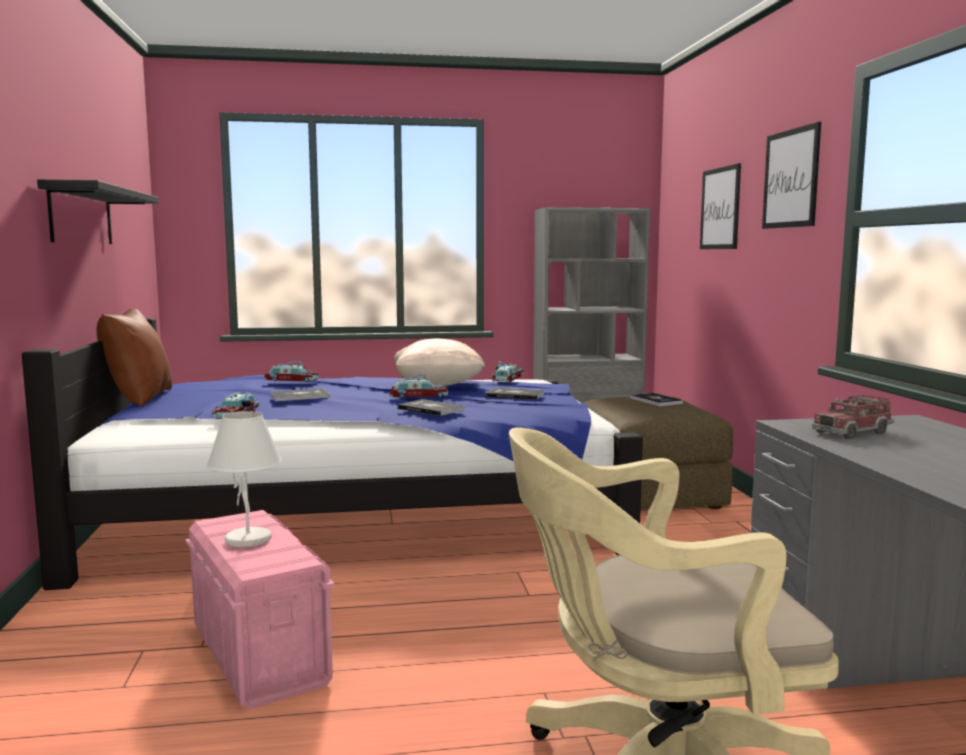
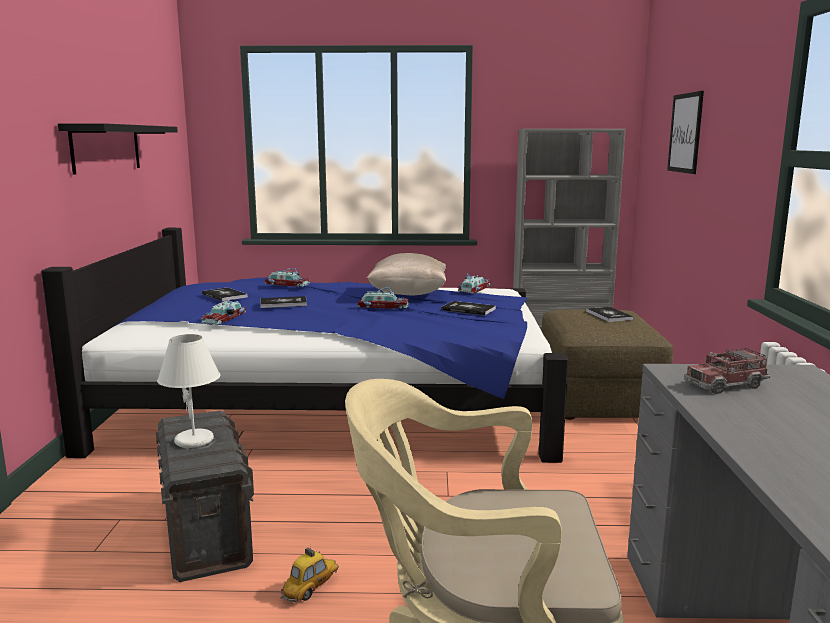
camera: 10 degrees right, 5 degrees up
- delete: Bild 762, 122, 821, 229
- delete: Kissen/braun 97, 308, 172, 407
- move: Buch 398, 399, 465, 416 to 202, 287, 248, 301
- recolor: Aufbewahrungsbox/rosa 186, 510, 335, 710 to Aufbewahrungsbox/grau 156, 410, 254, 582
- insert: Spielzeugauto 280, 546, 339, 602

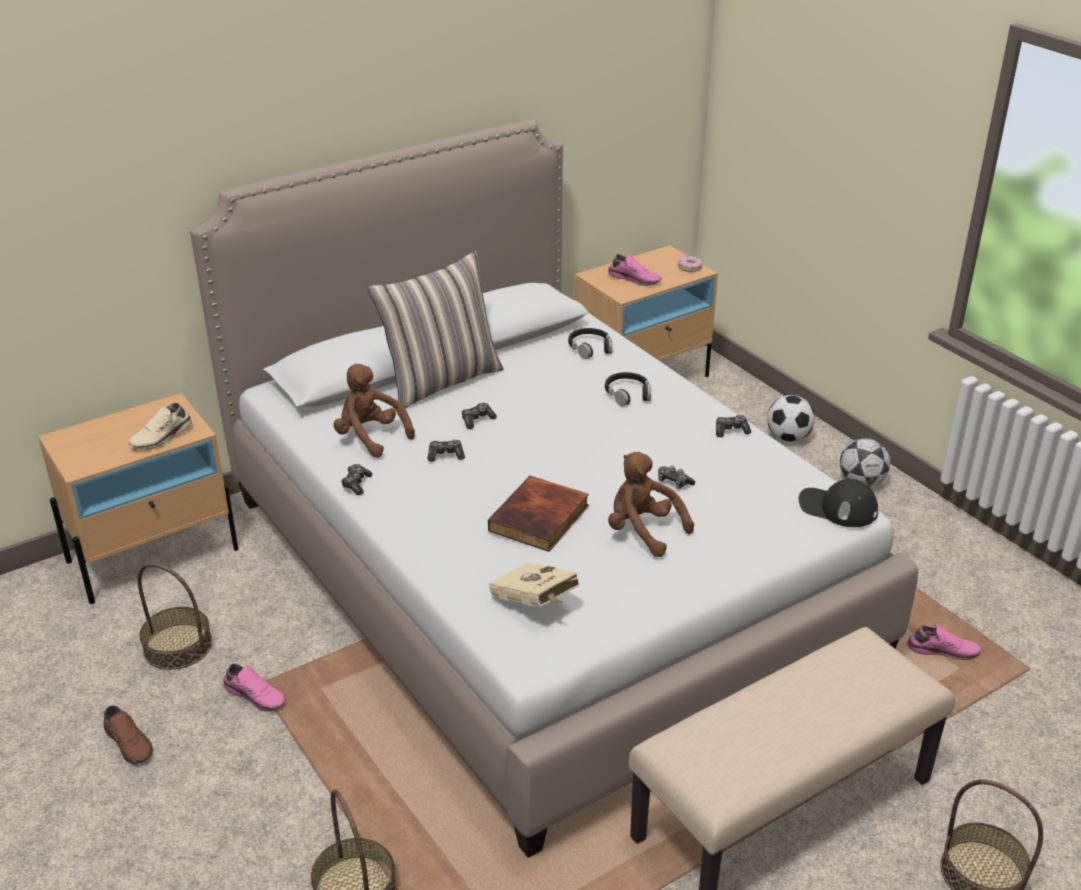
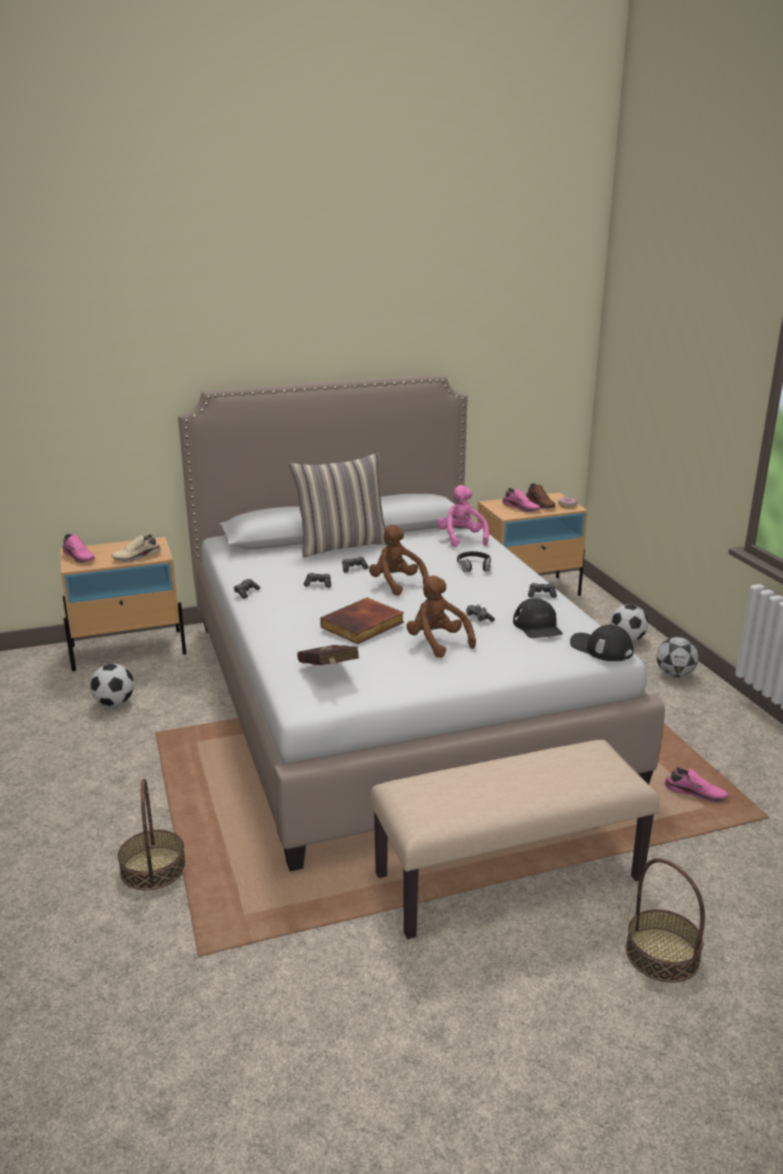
camera: 15 degrees right, 10 degrees down
- replace: Kopfhörer/schwarz 568, 328, 612, 359 to Plüschtier/rosa 437, 485, 489, 547
- move: Plüschtier/braun 333, 364, 415, 458 to 369, 525, 429, 596
- replace: Korb 138, 563, 212, 670 to Fußball 90, 664, 134, 706
- recolor: Buch/beige 489, 563, 579, 607 to Buch/rot 297, 645, 359, 665
- move: Schuh/rosa 223, 664, 285, 712 to 63, 534, 95, 563
- move: Schuh/braun 103, 705, 153, 764 to 526, 483, 555, 509
- insert: Kappe/schwarz 513, 598, 563, 638

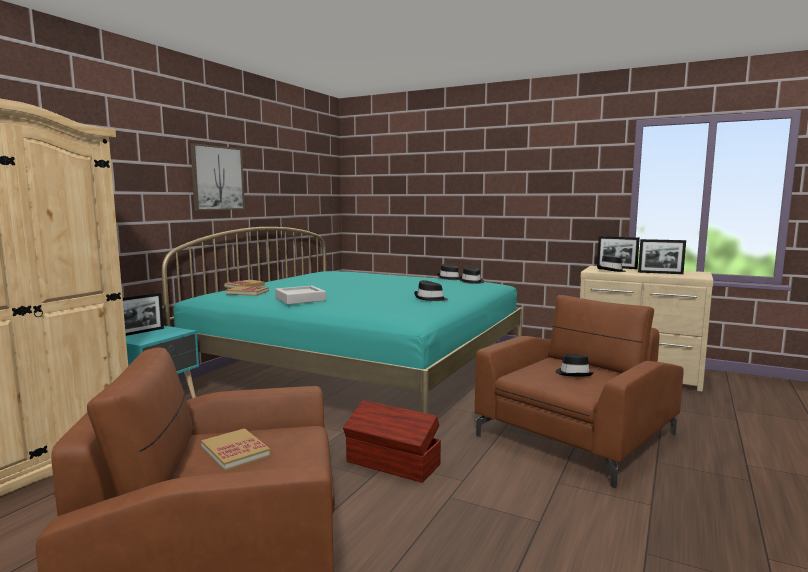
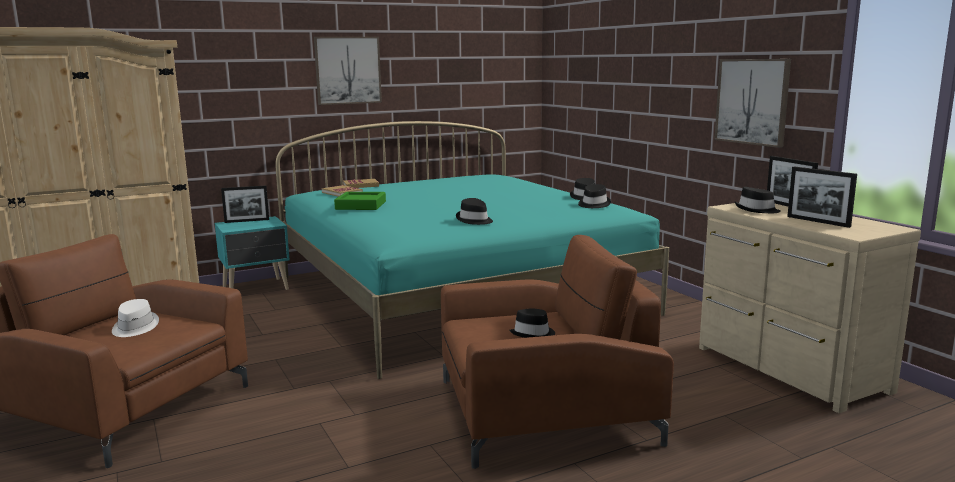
camera: 35 degrees right, 5 degrees up
- recolor: Tablett/grau 275, 286, 326, 305 to Tablett/grün 334, 192, 386, 210
- delete: Aufbewahrungsbox/braun 343, 400, 441, 483
- replace: Buch 201, 428, 271, 471 to Hut/weiß 112, 299, 159, 337
- insert: Bild 714, 59, 791, 148

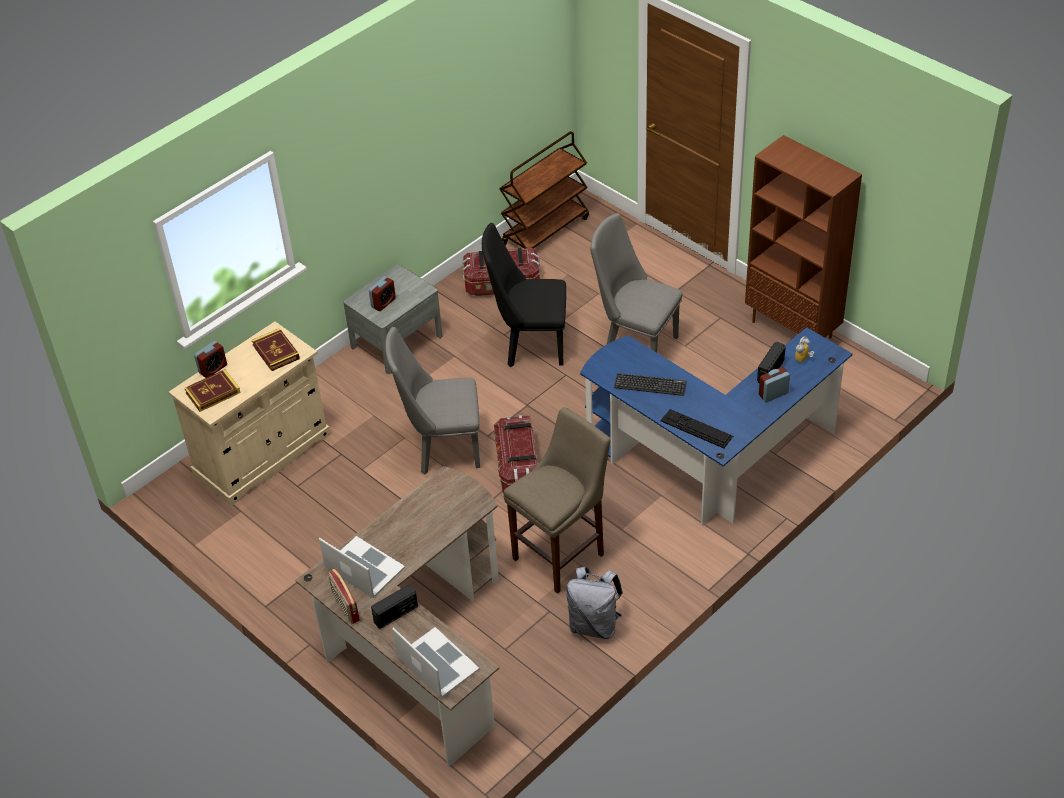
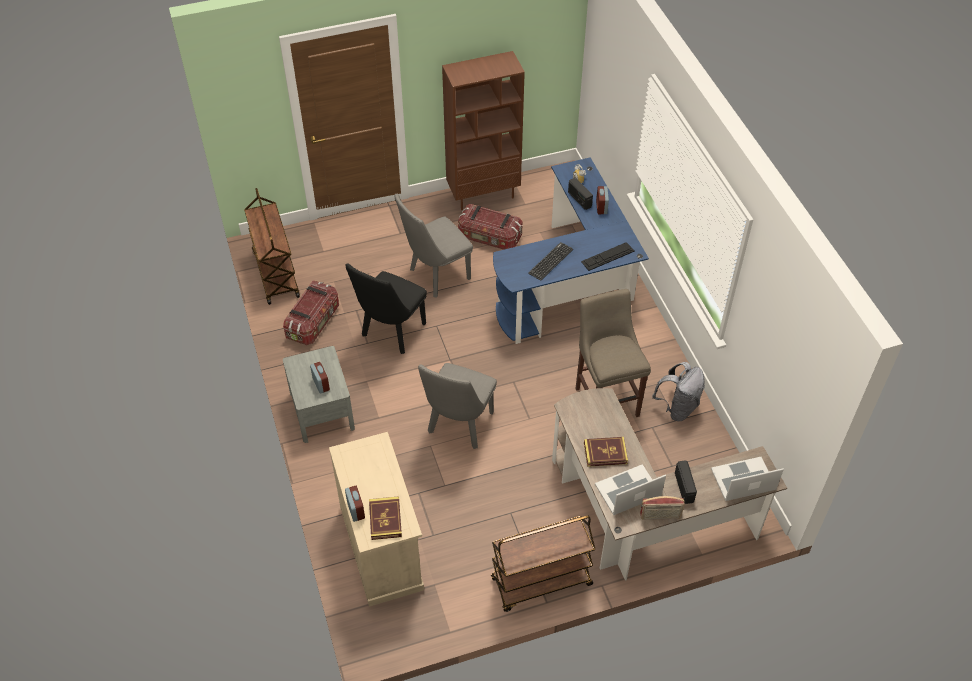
camera: 65 degrees left, 5 degrees up
- move: Buch 252, 328, 300, 371 to 584, 437, 628, 467
- move: Aufbewahrungsbox 494, 415, 537, 493 to 458, 204, 523, 250
- insert: Rollwagen/braun 491, 516, 595, 612

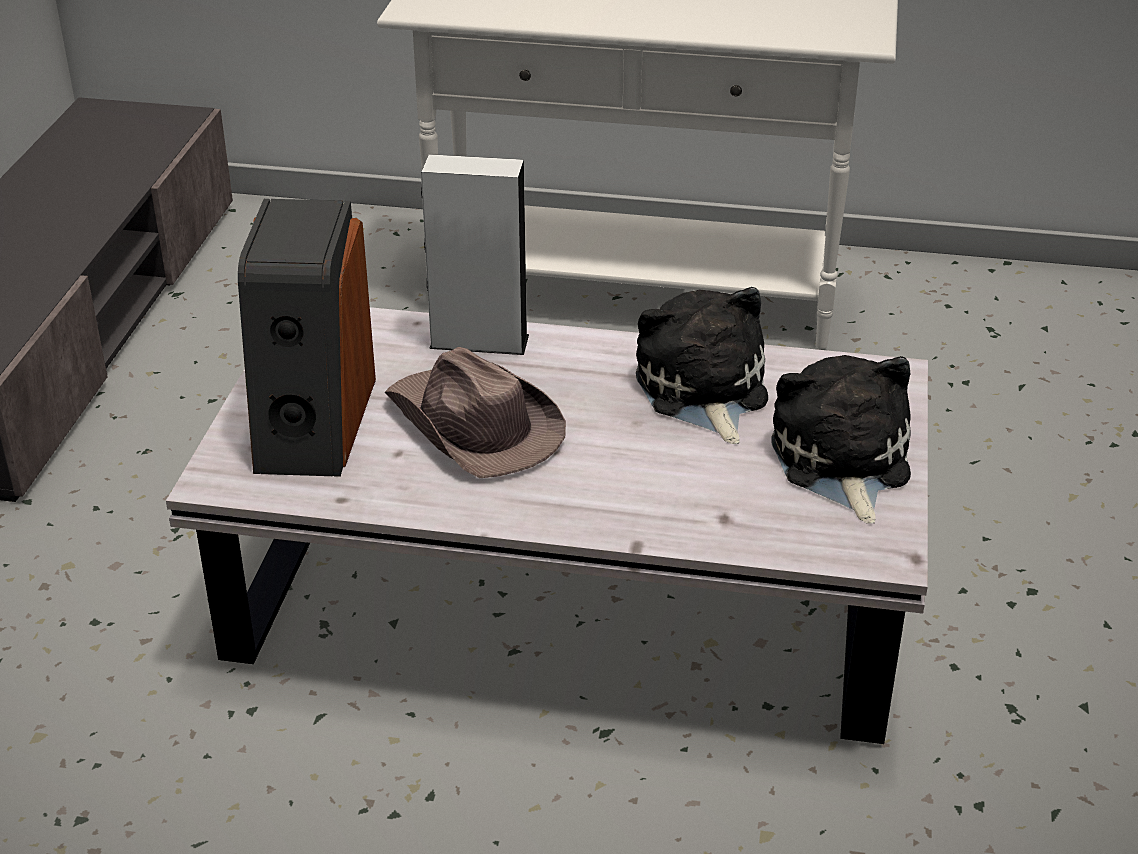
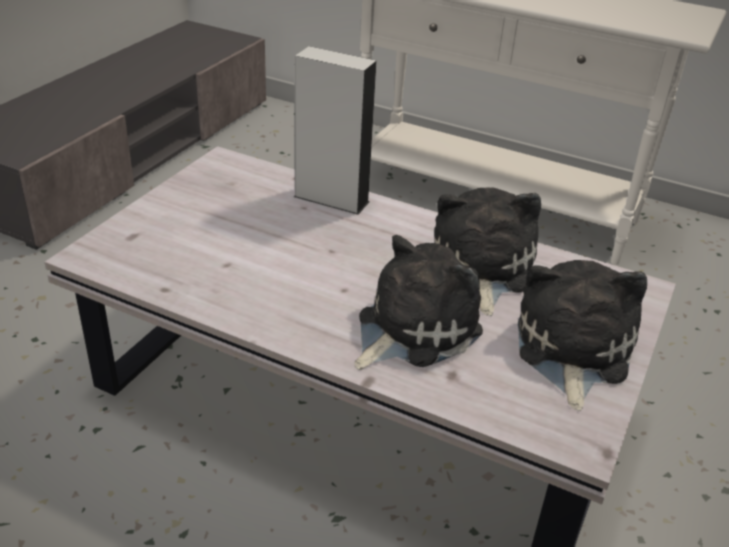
camera: 15 degrees right, 0 degrees up
- delete: Lautsprecher 238, 199, 376, 477
- delete: Hut/braun 385, 347, 566, 478
- insert: Plüschtier 355, 235, 483, 370

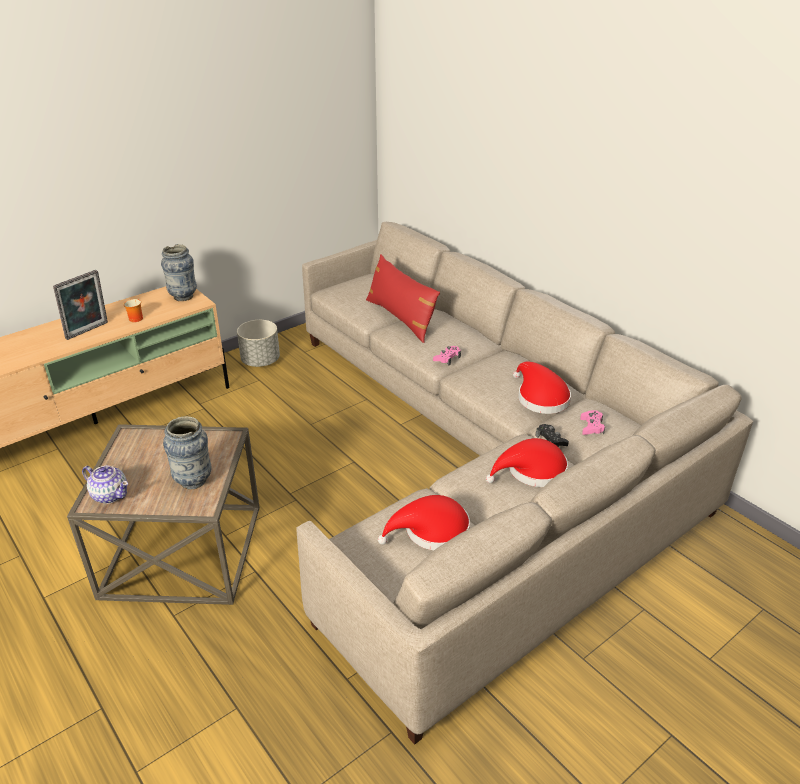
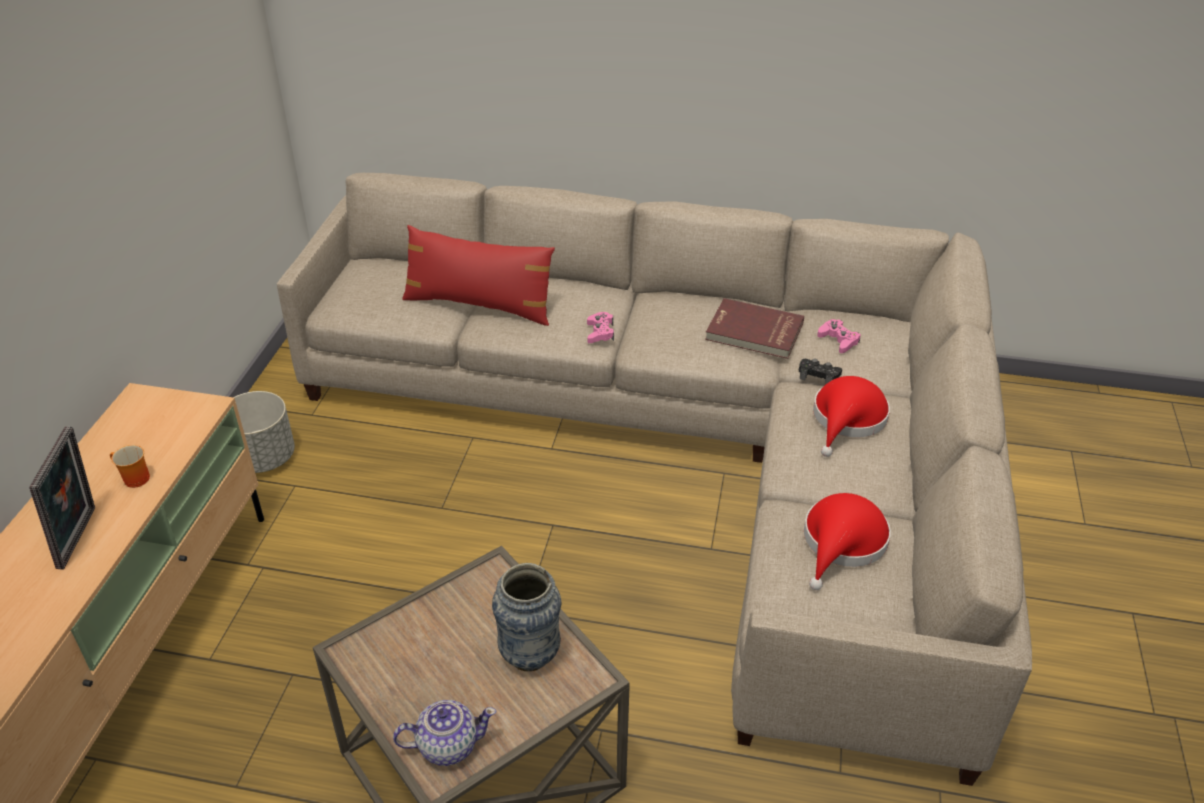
camera: 40 degrees left, 5 degrees up
- delete: Vase 161, 244, 197, 301
- replace: Hut/rot 513, 362, 571, 414 to Buch/rot 705, 298, 804, 359

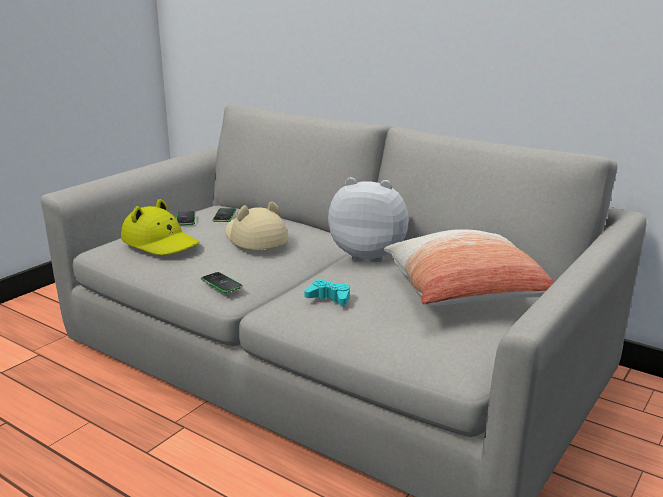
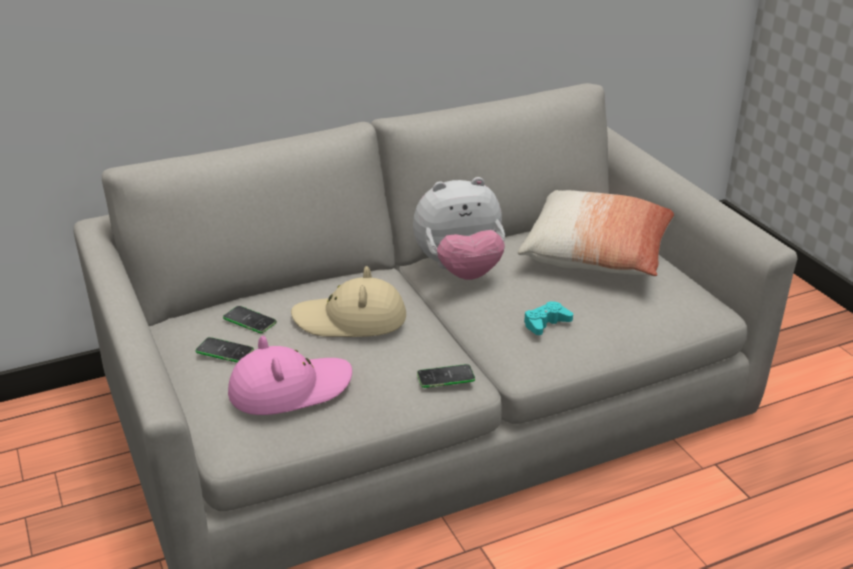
camera: 60 degrees left, 10 degrees up
- rotate: Plüschtier 328, 177, 409, 262 = 413, 177, 505, 280 150 degrees counterclockwise
- recolor: Hut/gelb 121, 199, 200, 255 to Hut/rosa 228, 336, 352, 415

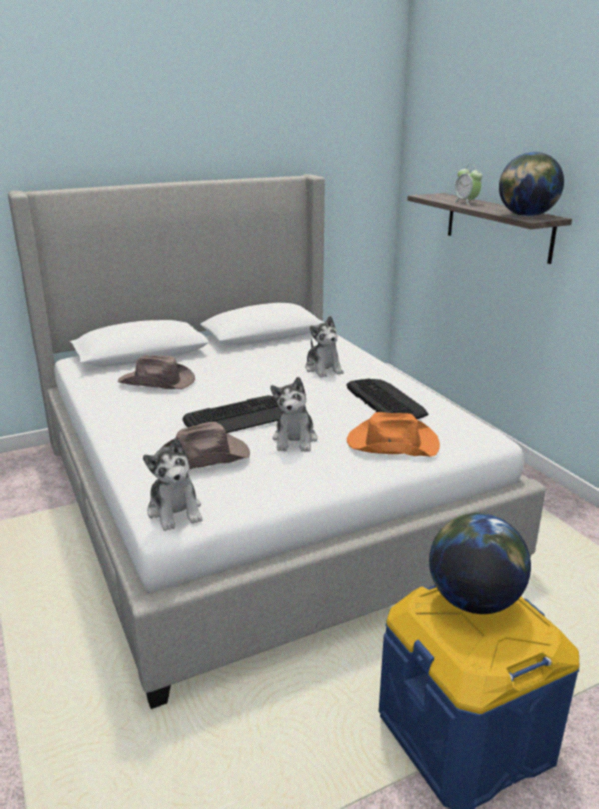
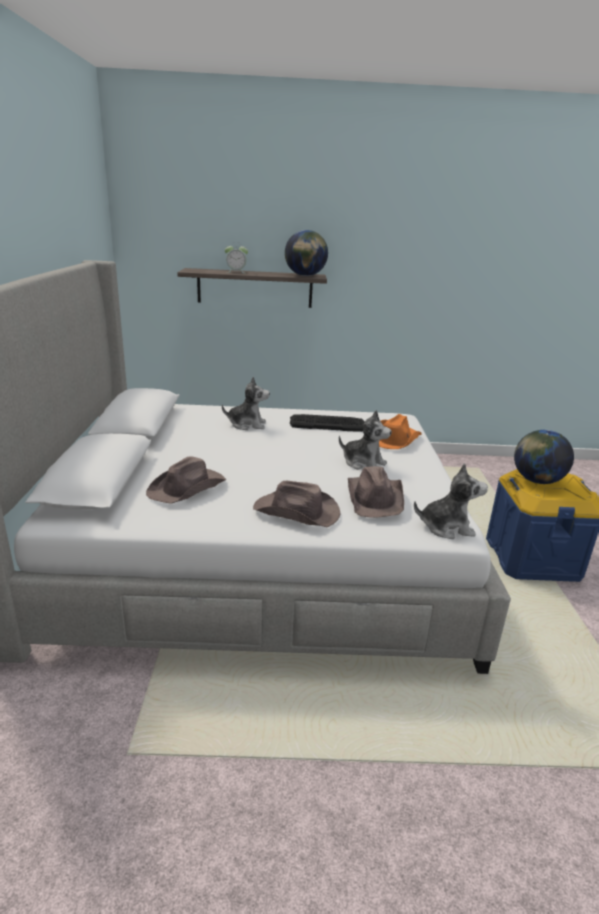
camera: 65 degrees left, 0 degrees up
- delete: Tastatur 182, 395, 283, 433
- insert: Hut/braun 253, 481, 341, 528

